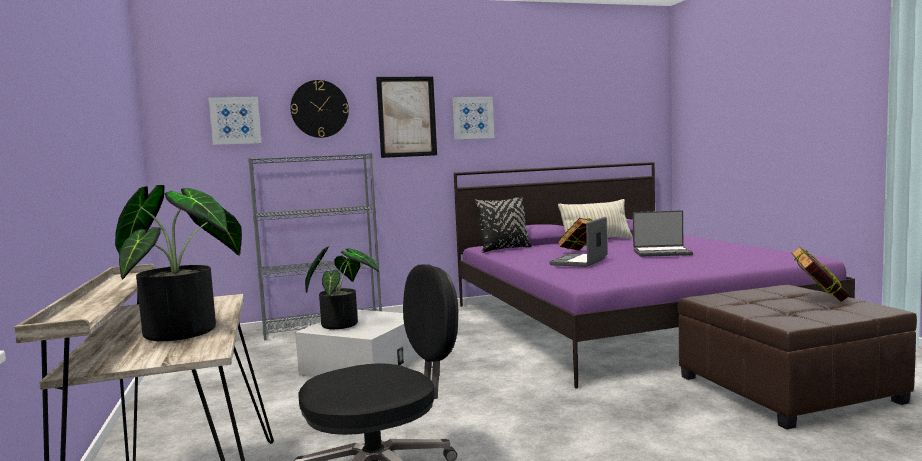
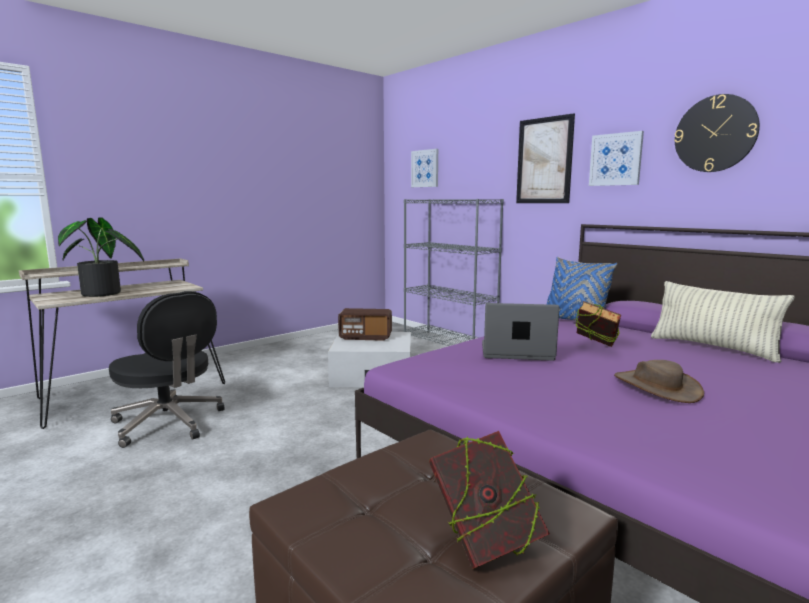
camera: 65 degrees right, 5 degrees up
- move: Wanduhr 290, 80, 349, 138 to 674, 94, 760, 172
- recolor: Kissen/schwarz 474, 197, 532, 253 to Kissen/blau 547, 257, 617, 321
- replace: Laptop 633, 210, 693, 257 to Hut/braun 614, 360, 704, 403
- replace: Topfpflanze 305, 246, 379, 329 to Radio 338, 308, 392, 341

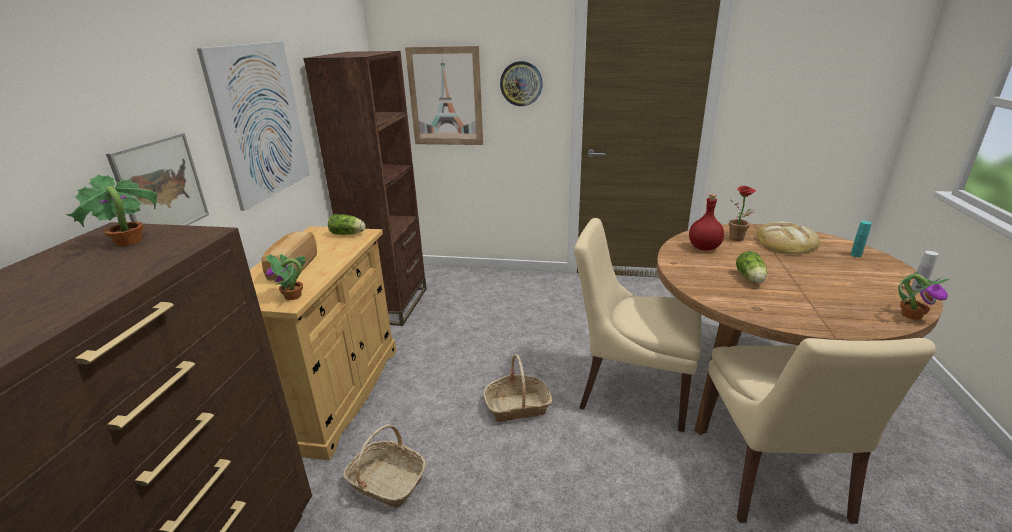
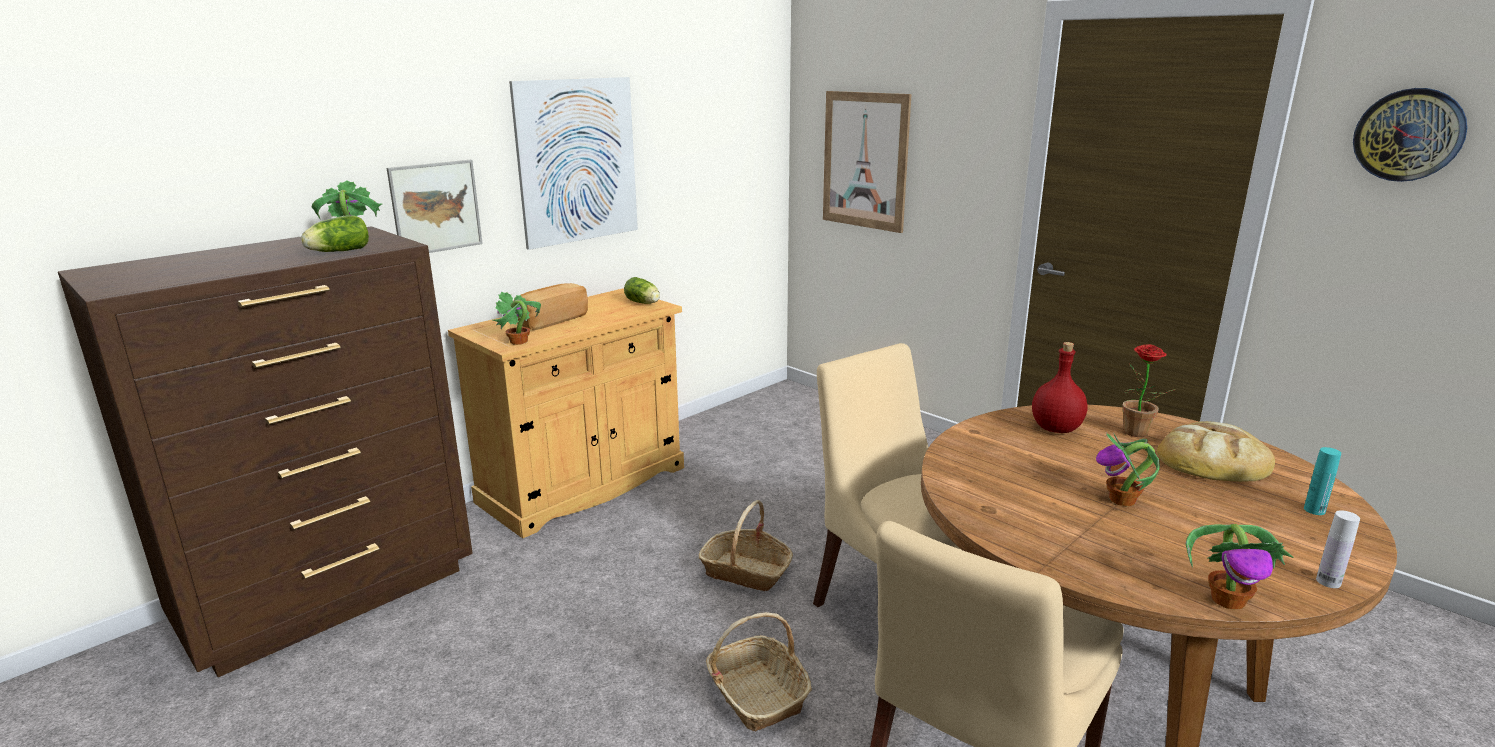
camera: 35 degrees right, 5 degrees down
- delete: Bücherregal/braun 303, 51, 427, 326
- move: Wanduhr 500, 61, 543, 106 to 1353, 88, 1467, 182
- move: Salatkopf 736, 251, 767, 283 to 301, 215, 369, 252
- move: Korb 343, 424, 426, 507 to 706, 612, 812, 732
- insert: Topfpflanze 1096, 432, 1160, 506

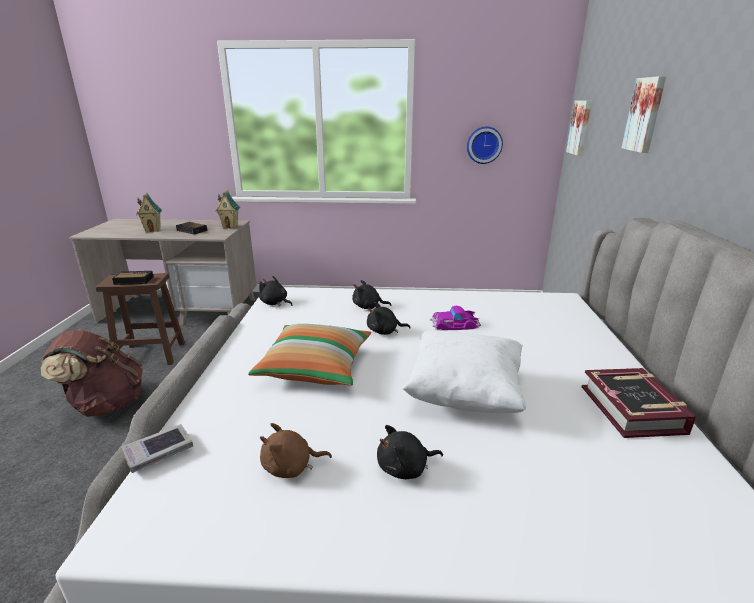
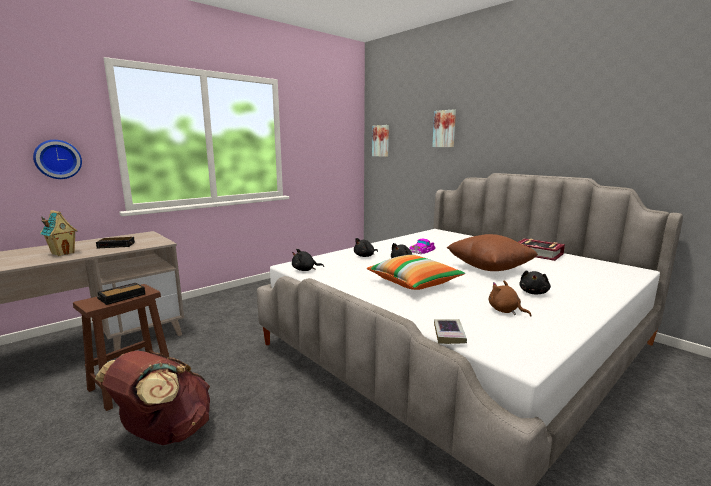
camera: 45 degrees left, 10 degrees down
- move: Wanduhr 467, 126, 503, 164 to 33, 140, 82, 179
- delete: Spielzeughaus 215, 190, 240, 229
- recolor: Kissen/weiß 402, 330, 526, 413 to Kissen/braun 447, 234, 538, 271
- rotate: Plüschtier/braun 260, 423, 332, 478 = 489, 280, 531, 317 105 degrees clockwise

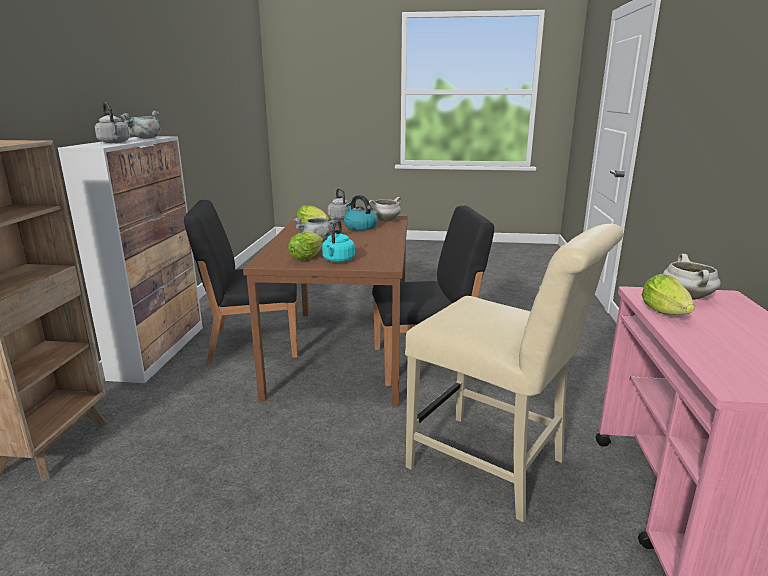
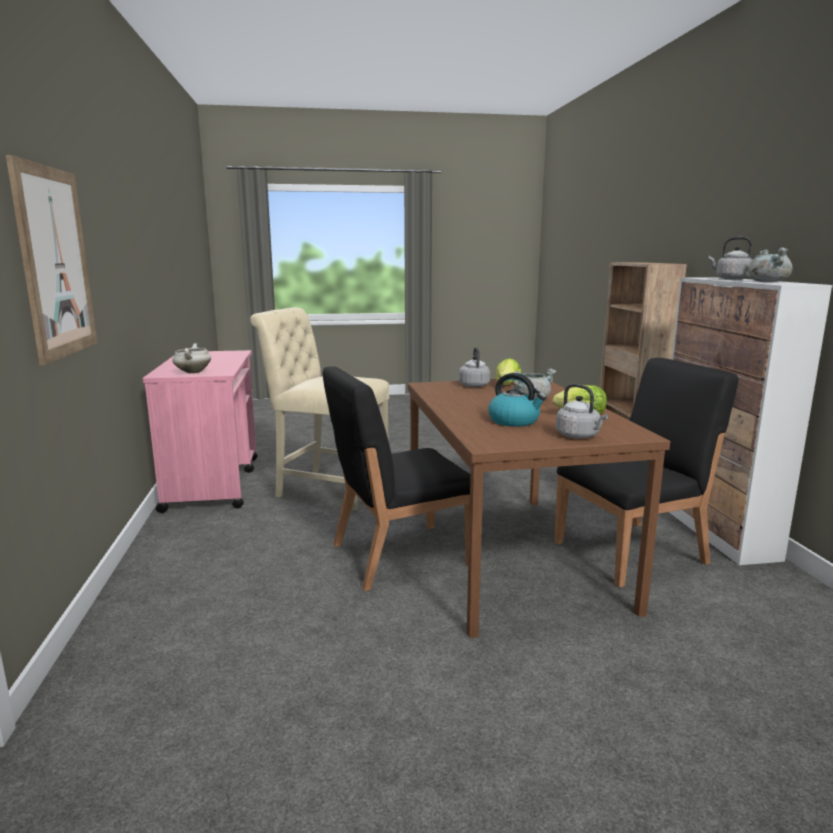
camera: 165 degrees right, 5 degrees down
- delete: Kochtopf/weiß 369, 197, 402, 222
- recolor: Wasserkessel/türkis 322, 220, 355, 262 to Wasserkessel/grau 459, 347, 490, 387
- delete: Salatkopf 642, 274, 695, 315
- insert: Bild 6, 155, 97, 365

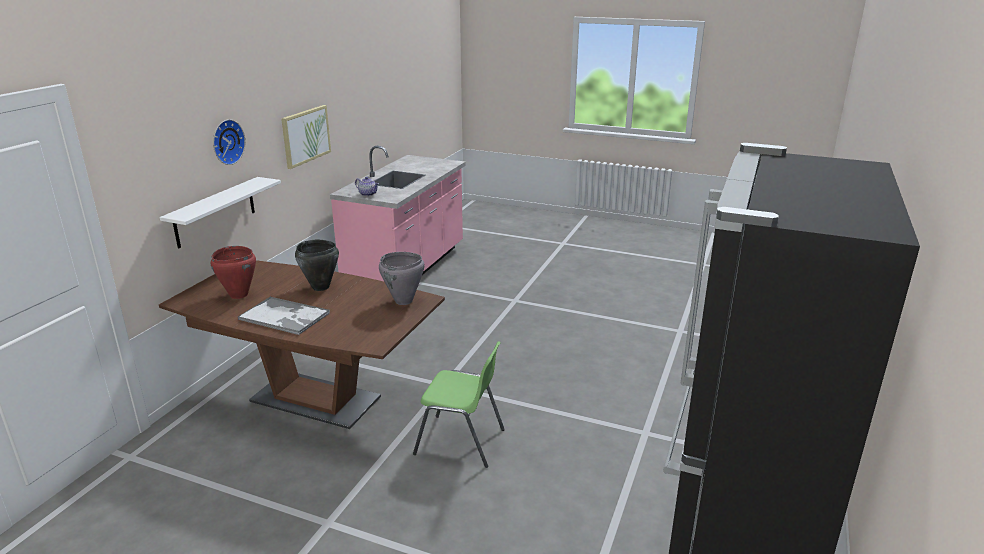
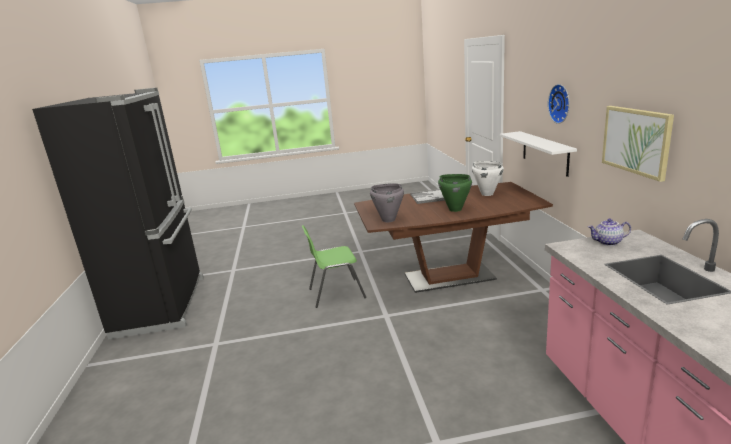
camera: 150 degrees right, 5 degrees down
- recolor: Kochtopf/schwarz 295, 240, 339, 291 to Kochtopf/grün 438, 174, 472, 212
- recolor: Kochtopf/rot 211, 246, 256, 299 to Kochtopf/weiß 472, 161, 504, 196

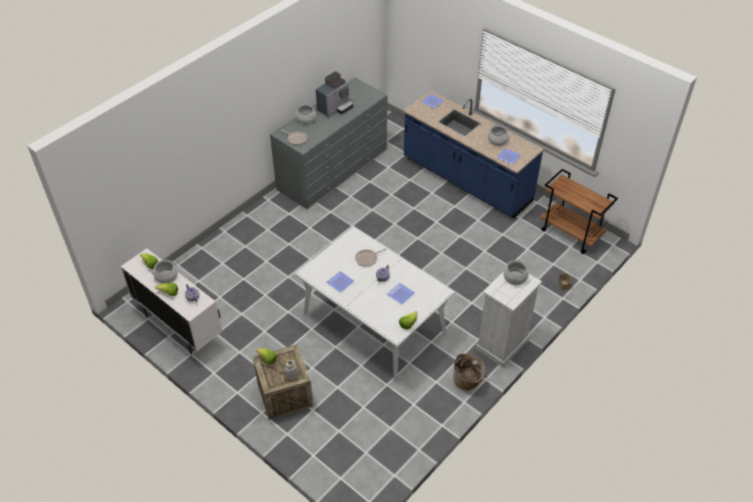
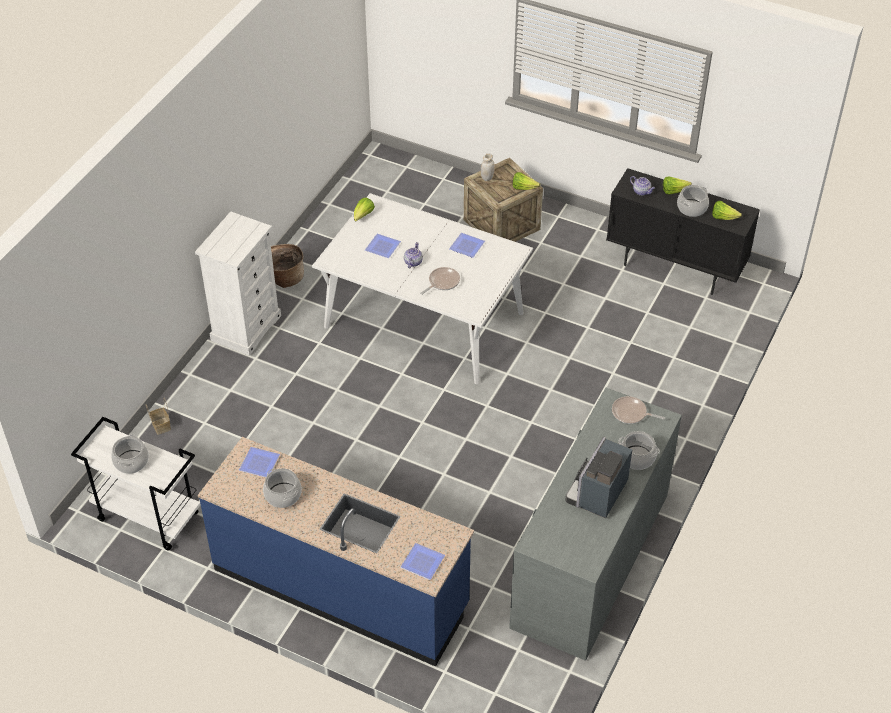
camera: 165 degrees right, 0 degrees up
- recolor: Rollwagen/braun 540, 169, 618, 254 to Rollwagen/weiß 71, 417, 201, 551
- recolor: Schrank/weiß 121, 248, 222, 354 to Schrank/schwarz 606, 168, 760, 295
- move: Kochtopf 503, 259, 528, 285 to 111, 434, 149, 474

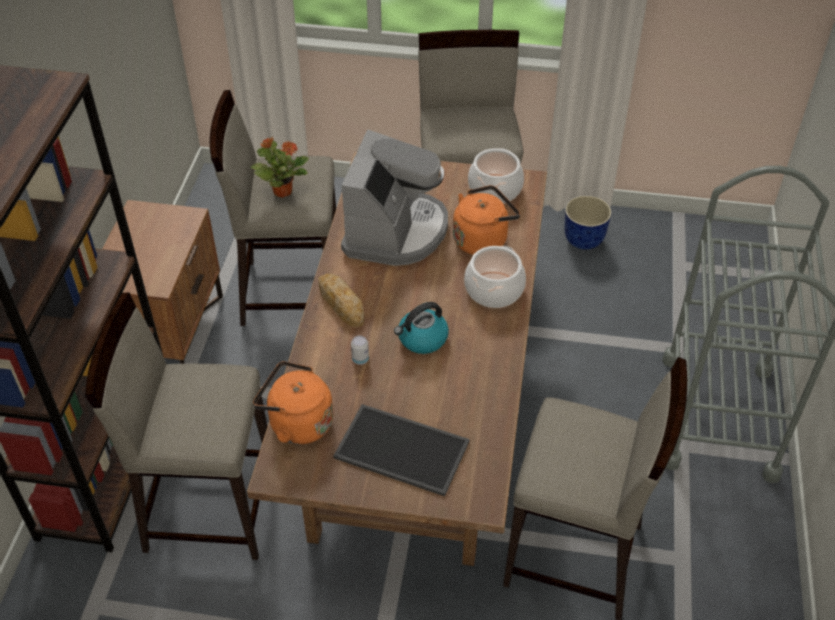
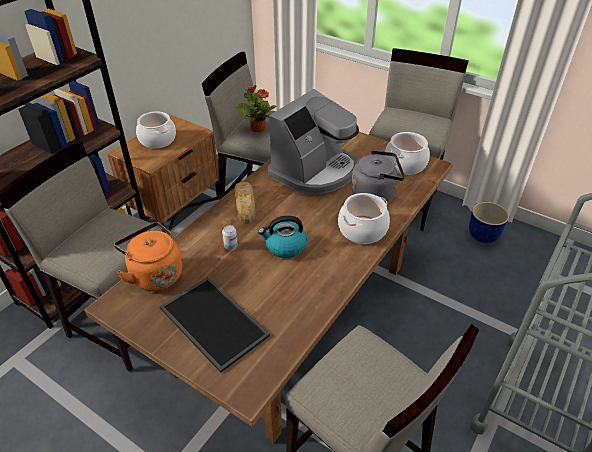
camera: 25 degrees right, 5 degrees down
- recolor: Wasserkessel/orange 453, 185, 520, 255 to Wasserkessel/grau 351, 150, 405, 202
- insert: Kochtopf 136, 111, 176, 149

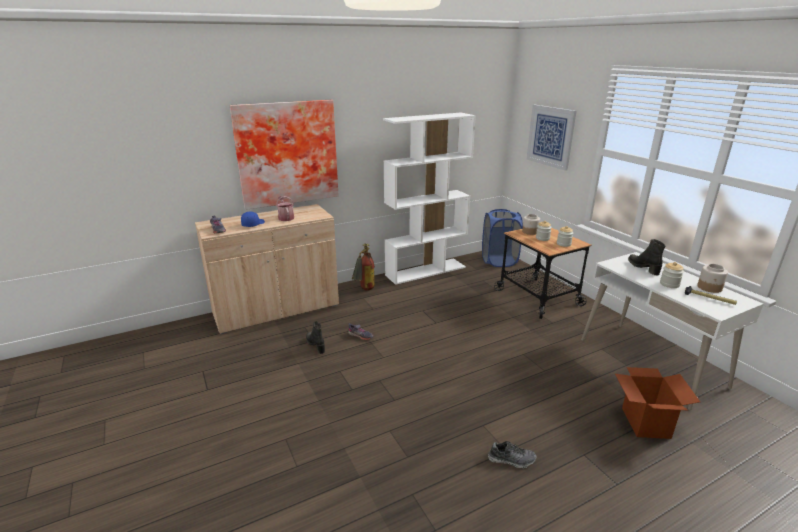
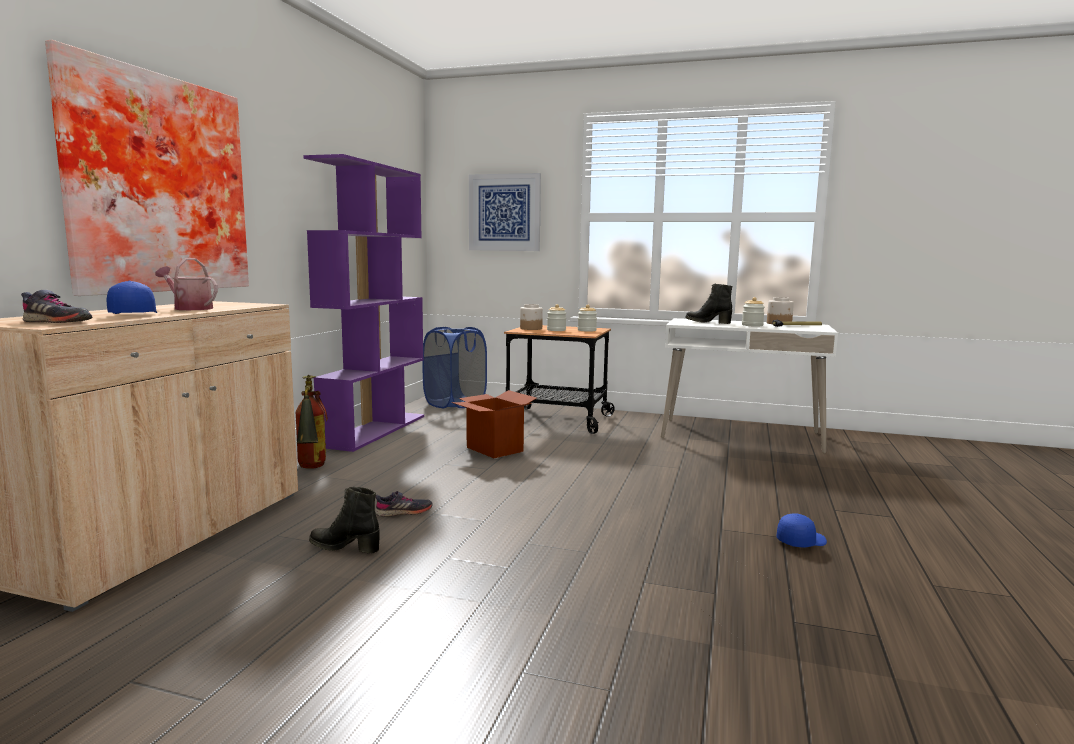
camera: 45 degrees left, 15 degrees down
- recolor: Bücherregal/weiß 383, 113, 476, 285 to Bücherregal/lila 303, 154, 424, 452
- move: Karton 615, 367, 700, 439 to 452, 390, 537, 458
- replace: Schuh 488, 441, 536, 468 to Kappe/blau 777, 513, 827, 547

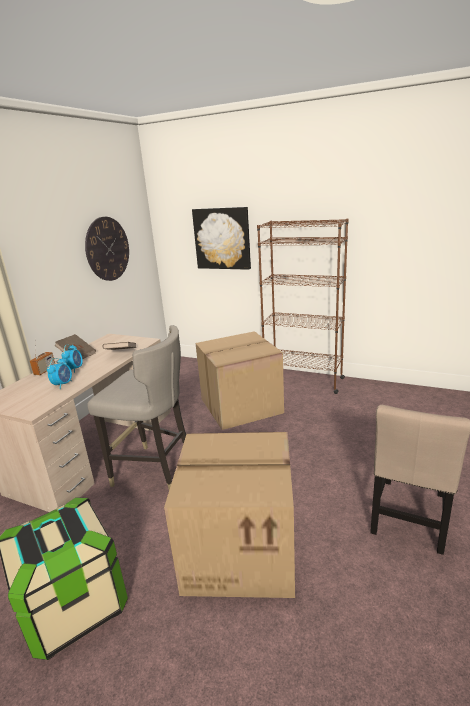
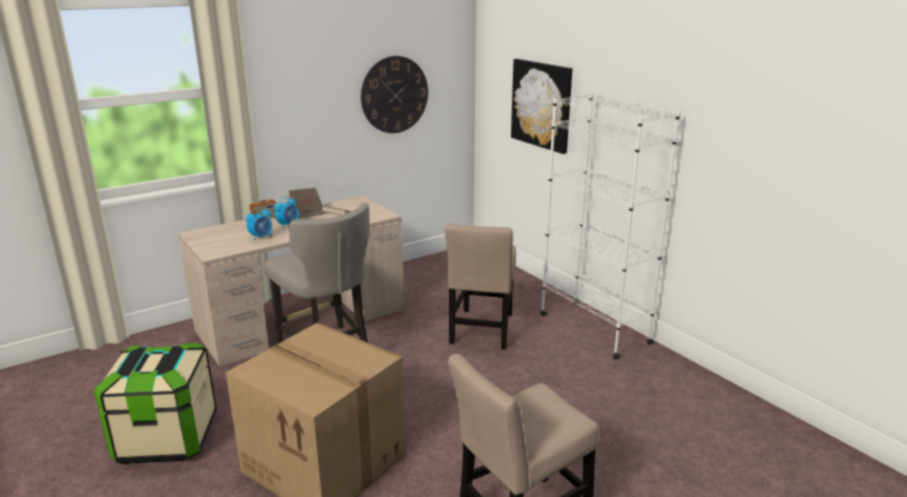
camera: 30 degrees right, 0 degrees up
- recolor: Bücherregal/braun 257, 219, 348, 394 to Bücherregal/weiß 540, 93, 681, 360
- replace: Karton 195, 331, 284, 430 to Stuhl/beige 445, 223, 516, 350

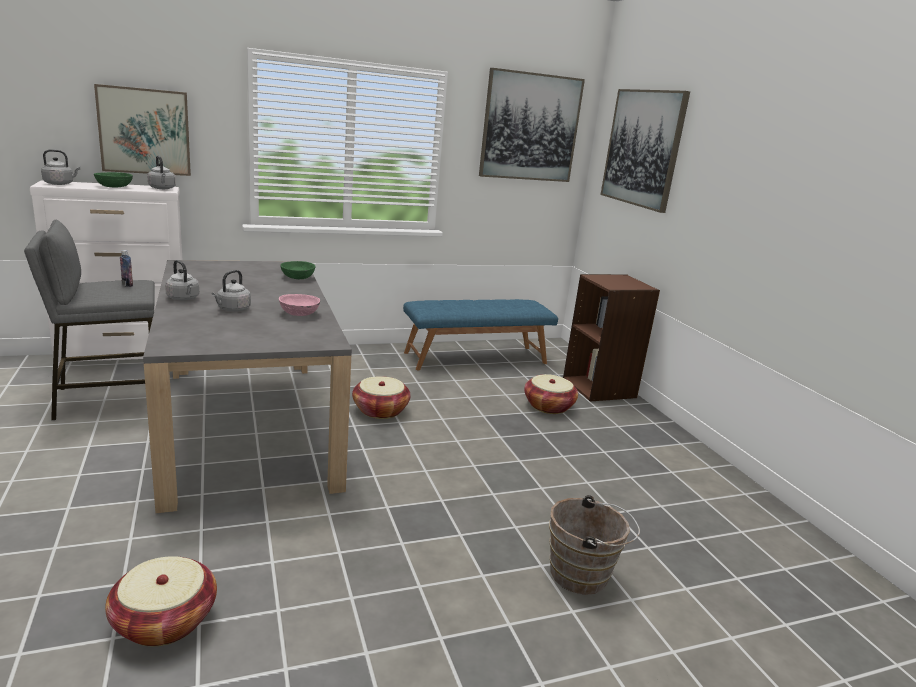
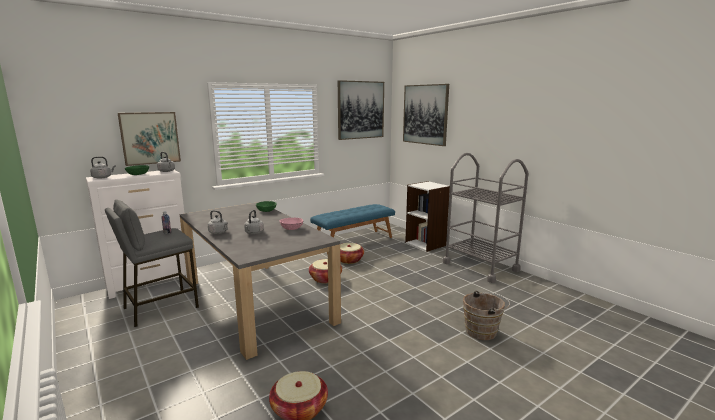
camera: 15 degrees left, 5 degrees down
- recolor: Bücherregal/braun 563, 274, 660, 402 to Bücherregal/weiß 405, 181, 450, 252
- move: Korb 524, 374, 578, 414 to 340, 243, 364, 264
- insert: Rollwagen/grau 443, 153, 529, 283

